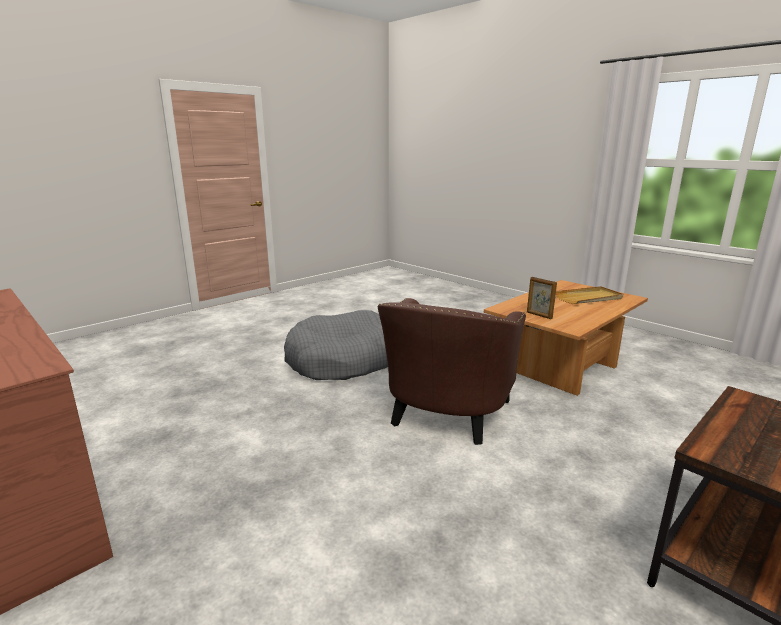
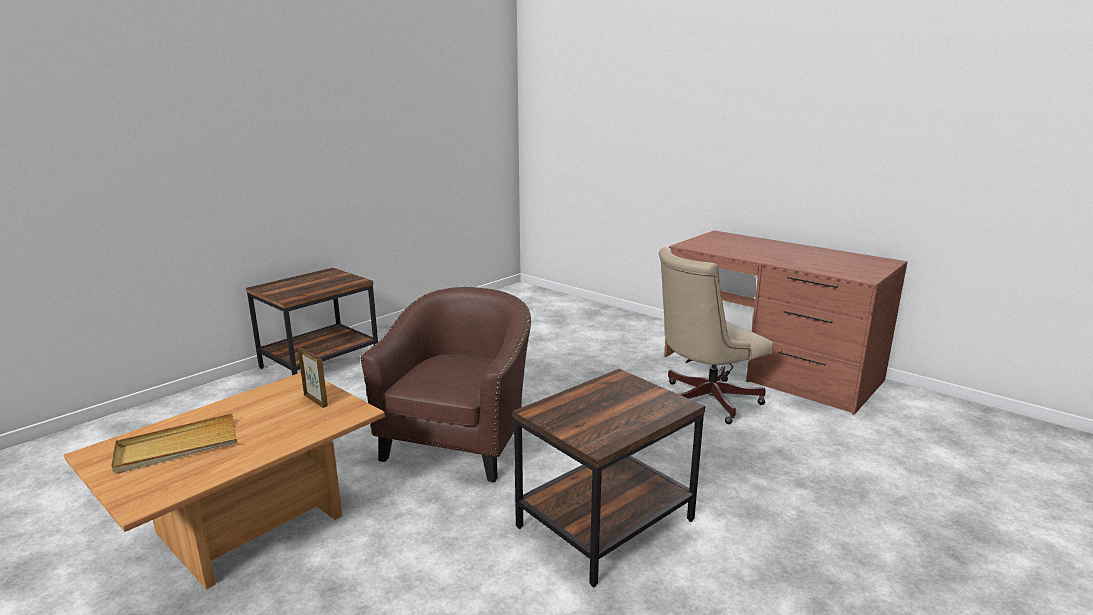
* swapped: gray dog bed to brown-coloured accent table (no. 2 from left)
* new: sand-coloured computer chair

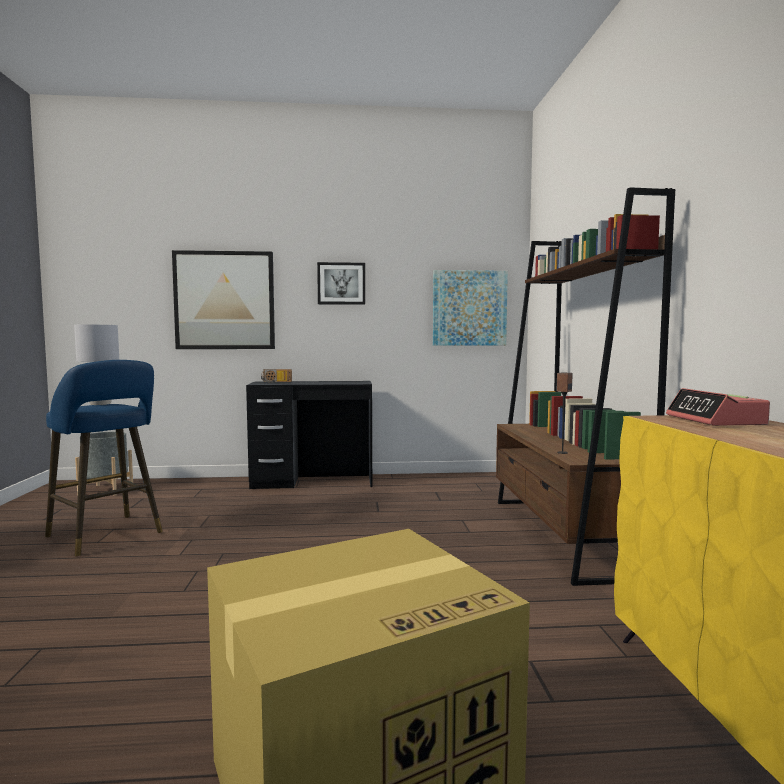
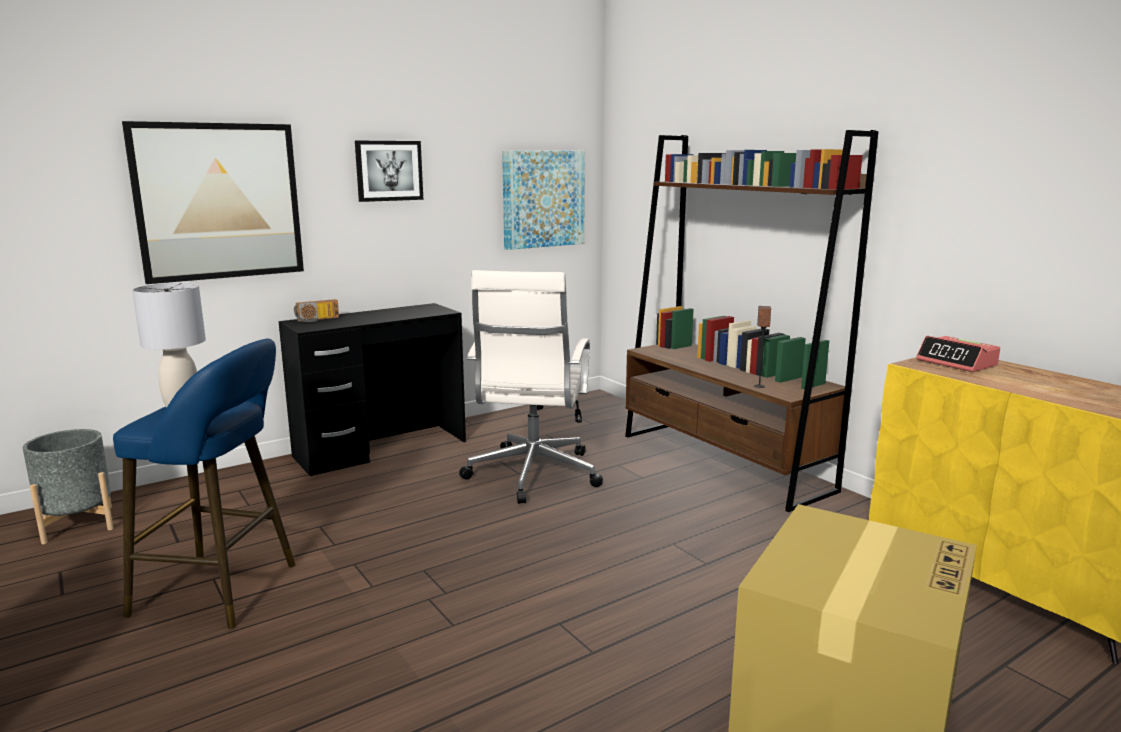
* new: white computer chair

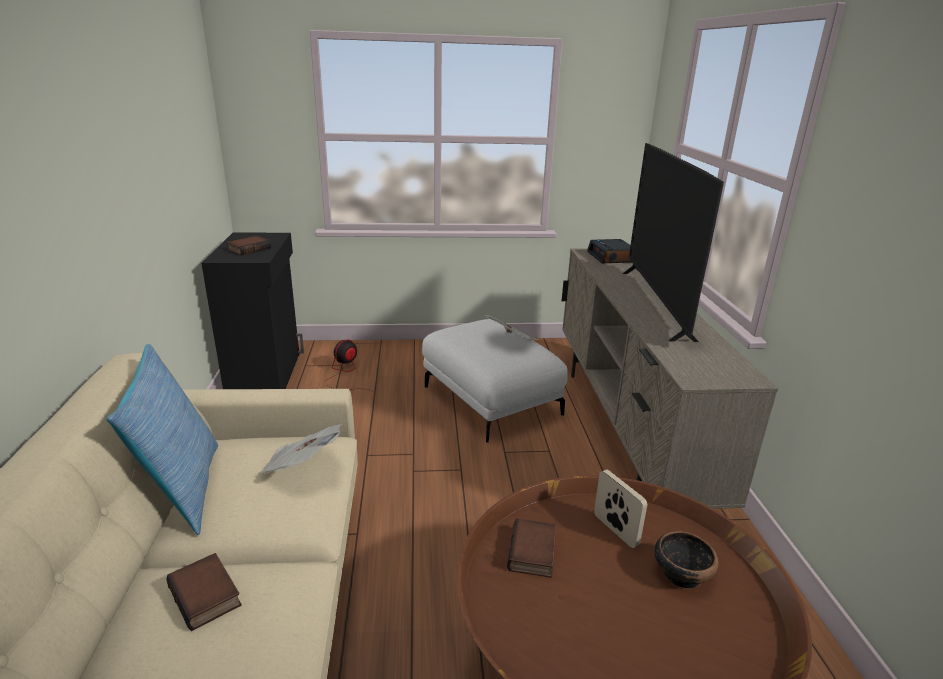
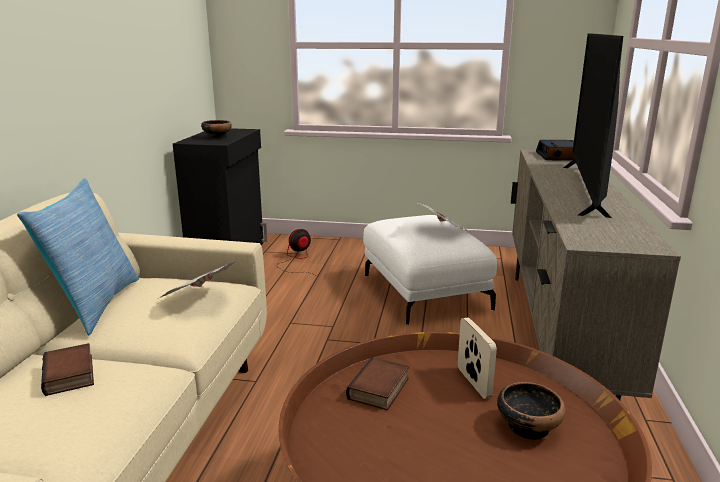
* swapped: volume (no. 2 from left) to deep dish (no. 1 from left)

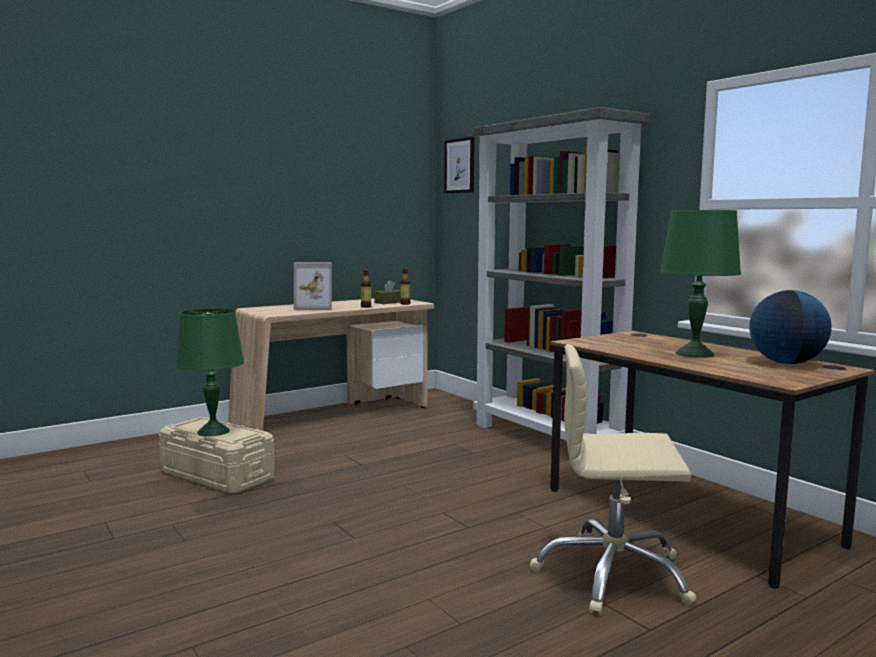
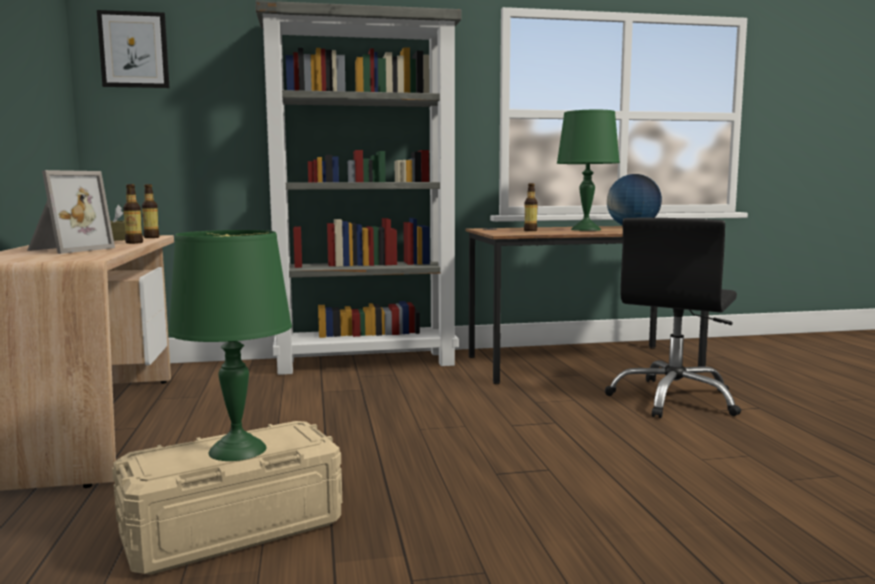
* new: drink bottle (no. 3 from left)
* repainted: sand-coloured computer chair to blackish computer chair

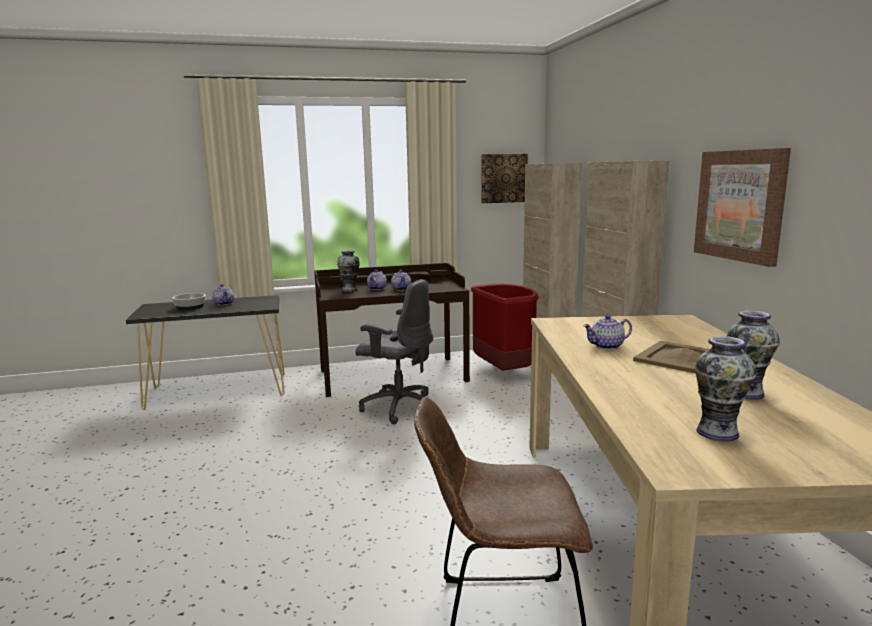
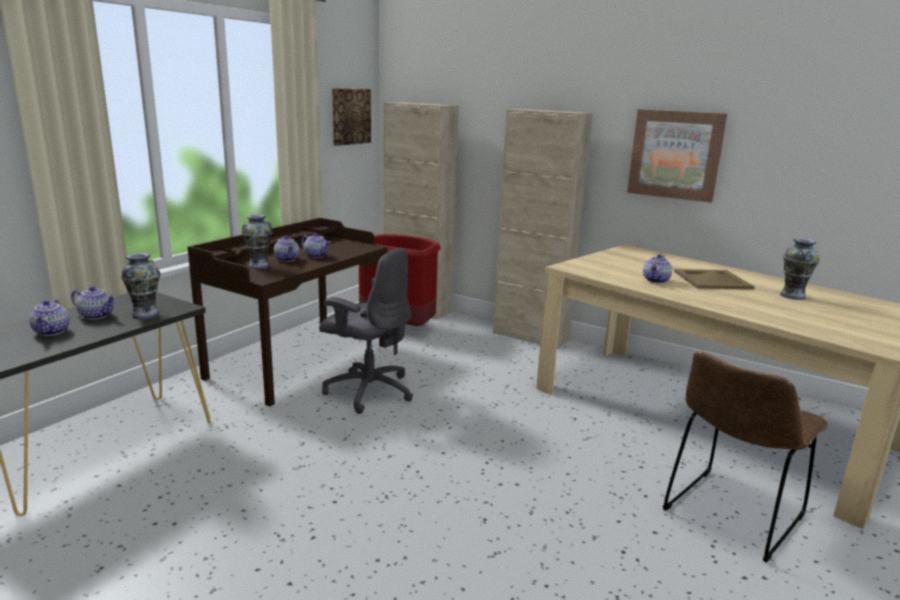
* swapped: deep dish to teapot (no. 1 from left)
* shifted: flower vase (no. 2 from left in the first image) to flower vase (no. 1 from left)
* rotated: gray computer chair 45 degrees clockwise

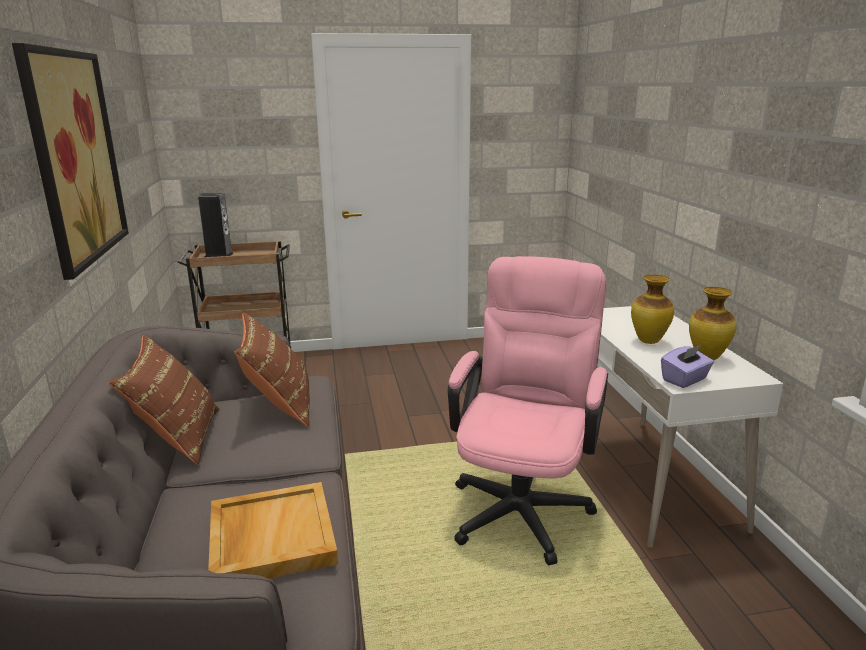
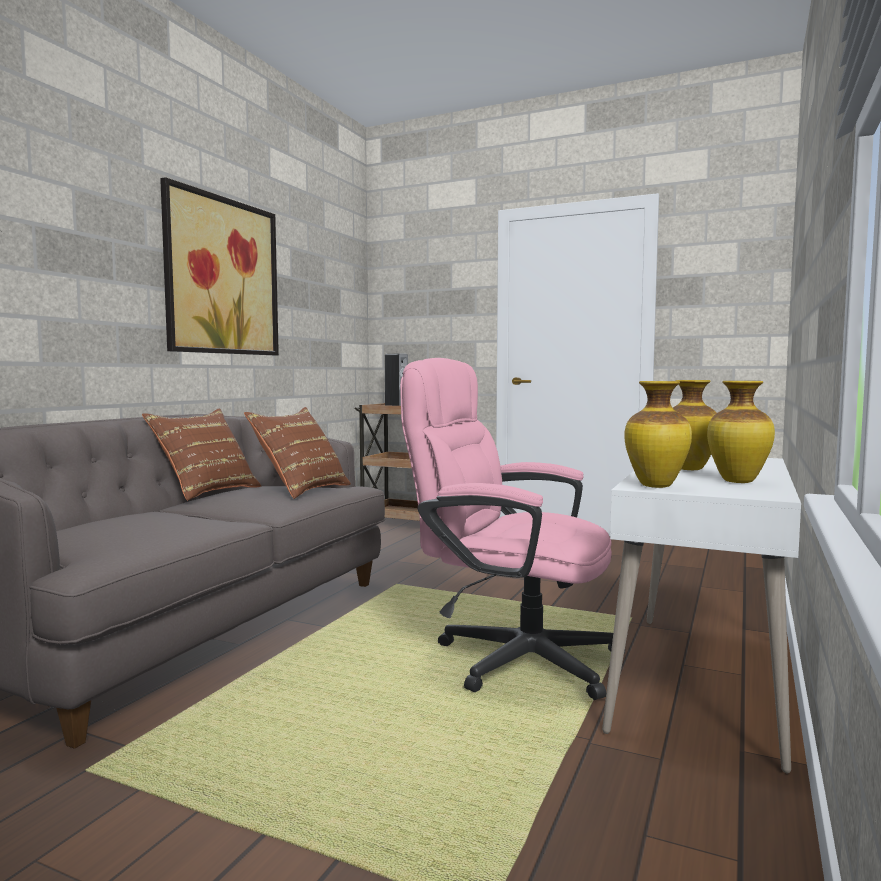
* rotated: pink-coloured computer chair 120 degrees counterclockwise
* swapped: purple box of tissues to flower vase (no. 1 from left)
* gone: sand-coloured tray

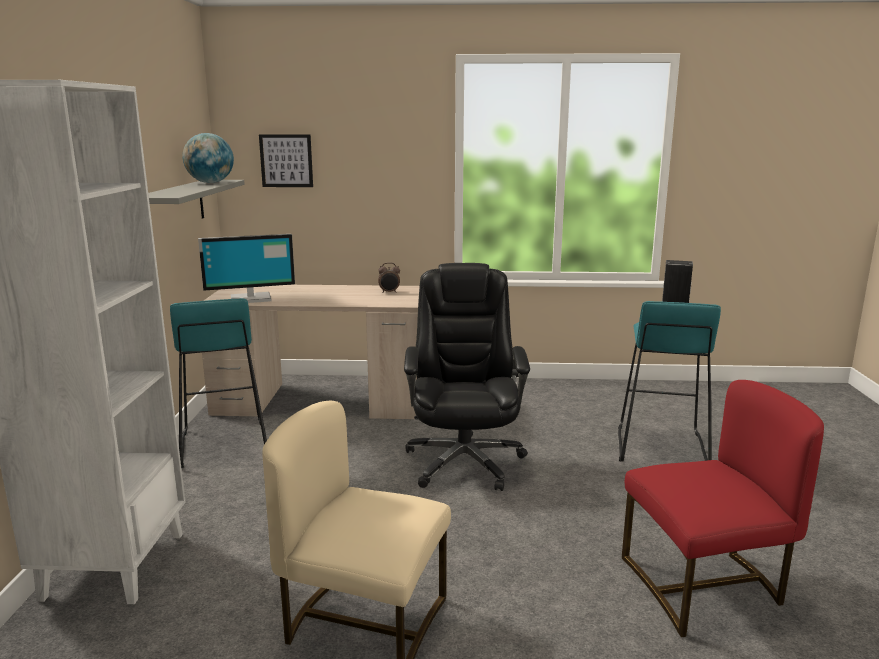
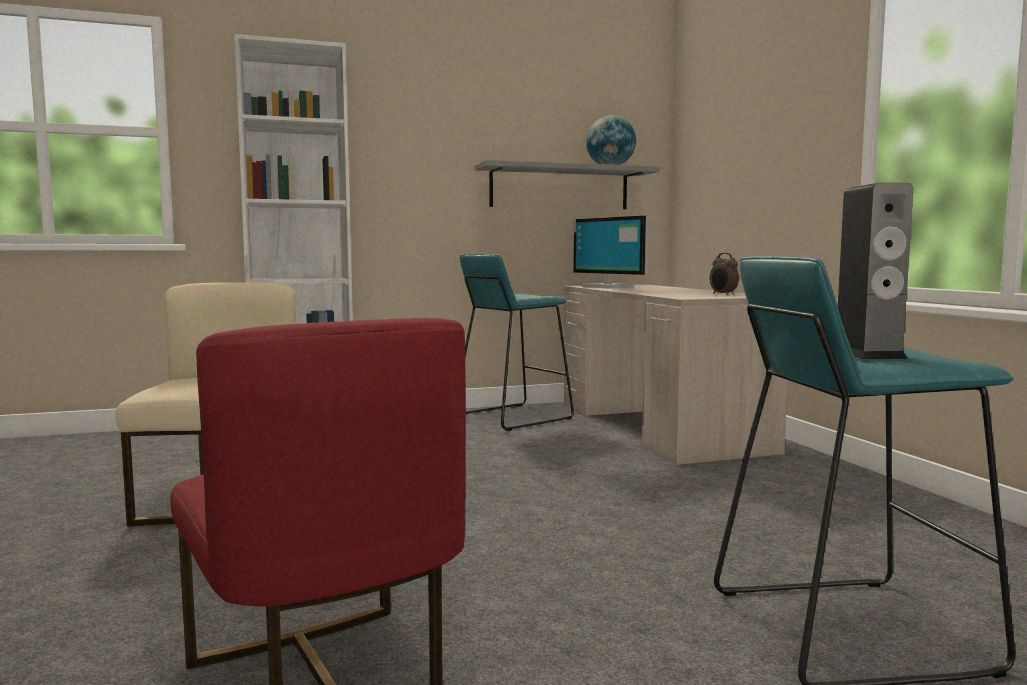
* gone: wall art
* gone: blackish computer chair

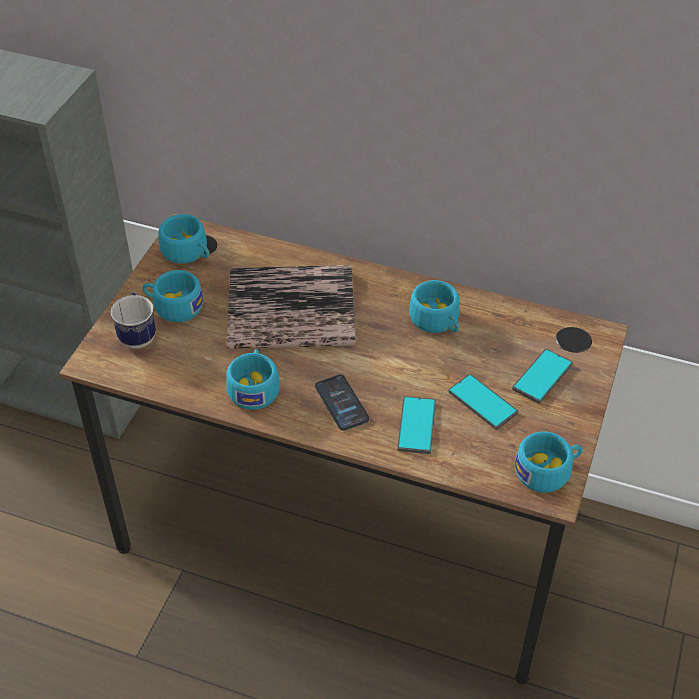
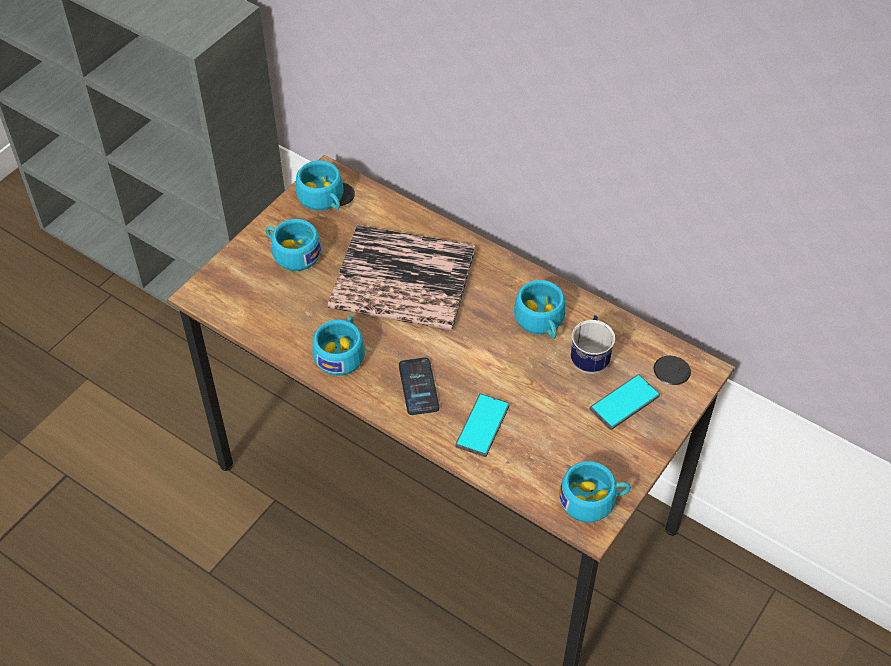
* shifted: tea mug
* gone: telephone (no. 3 from left)

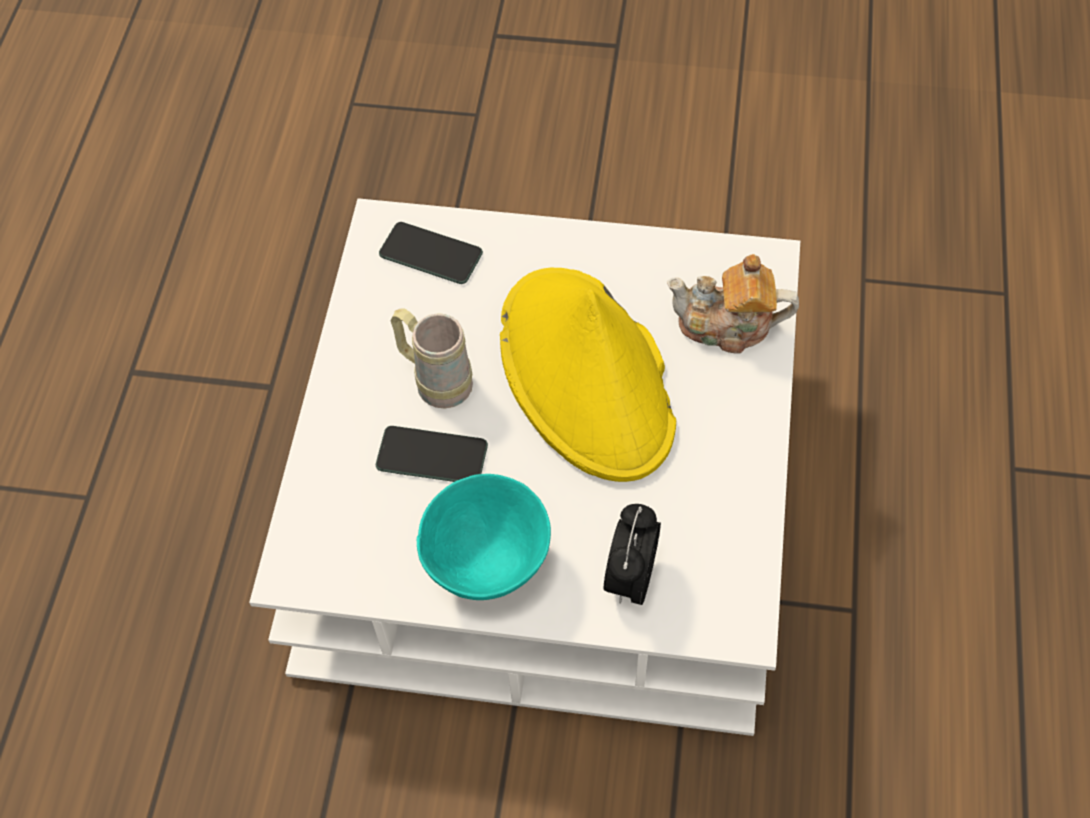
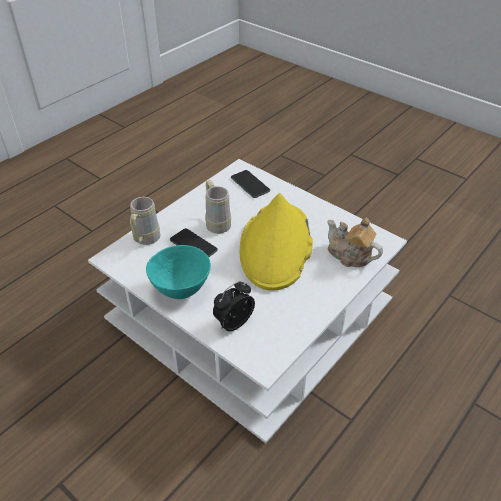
* new: sand-coloured tea mug (no. 1 from left)

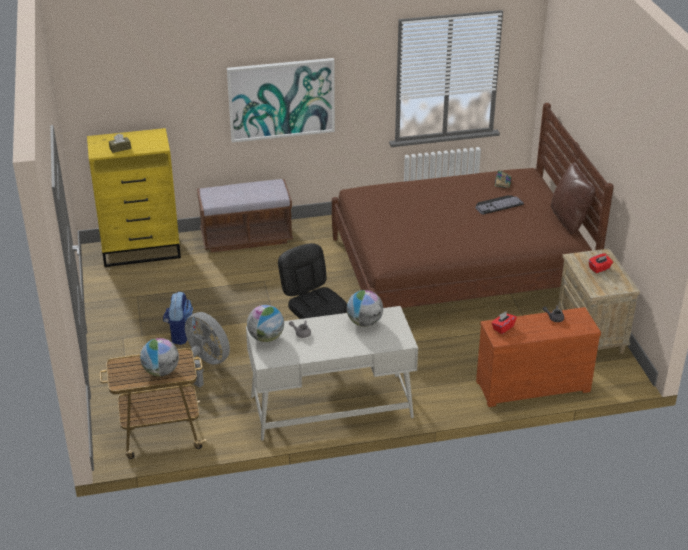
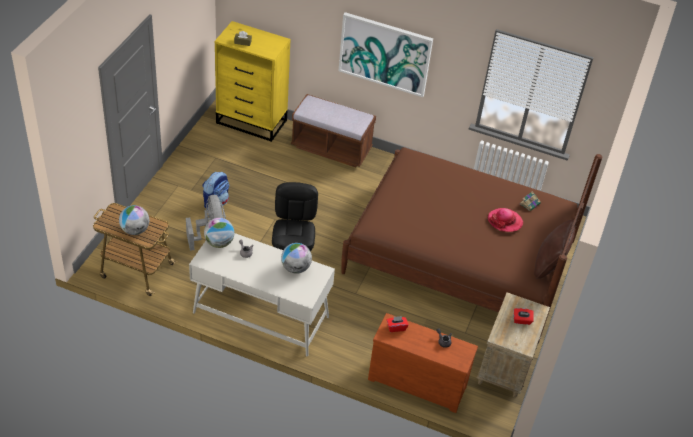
* swapped: keyboard to hat

